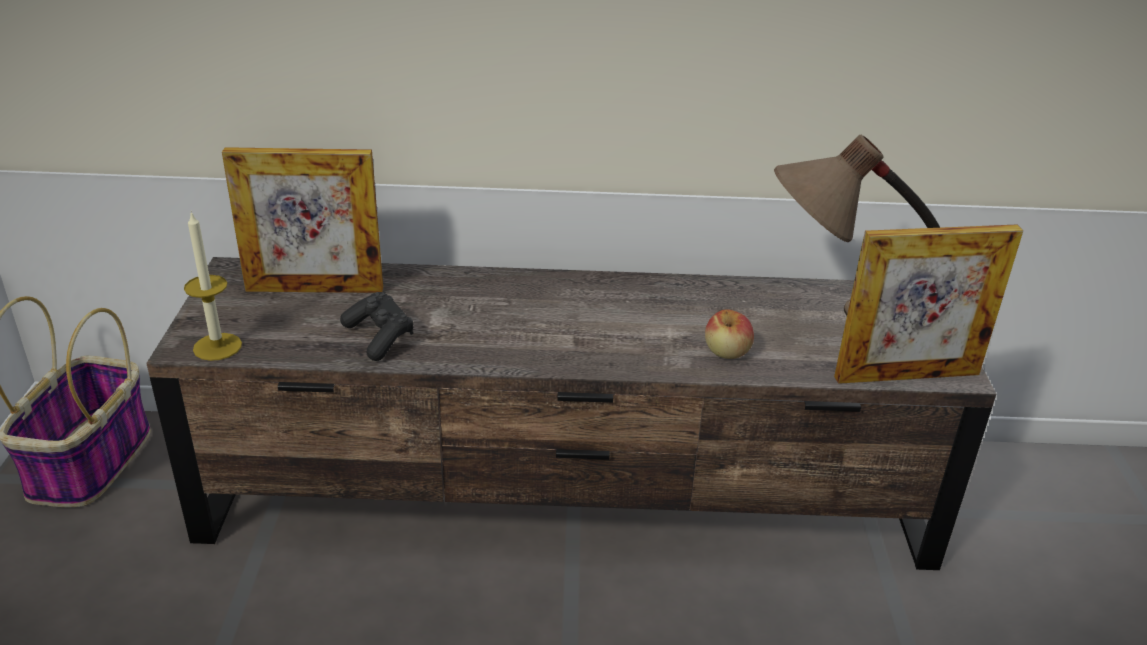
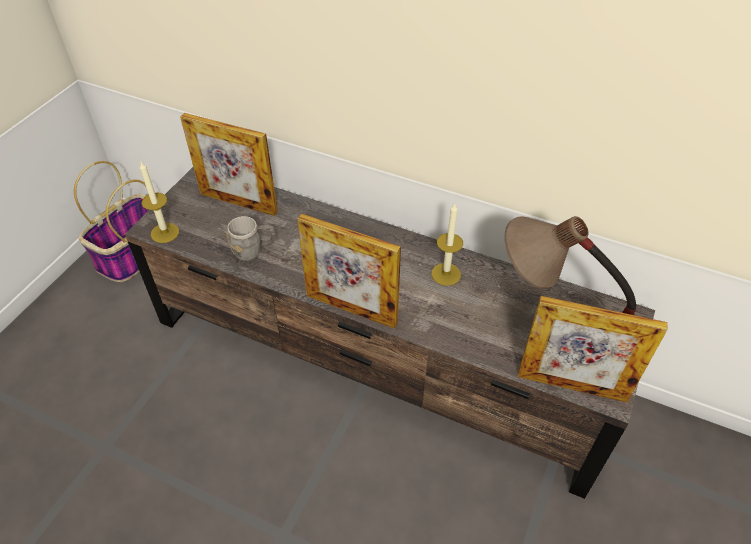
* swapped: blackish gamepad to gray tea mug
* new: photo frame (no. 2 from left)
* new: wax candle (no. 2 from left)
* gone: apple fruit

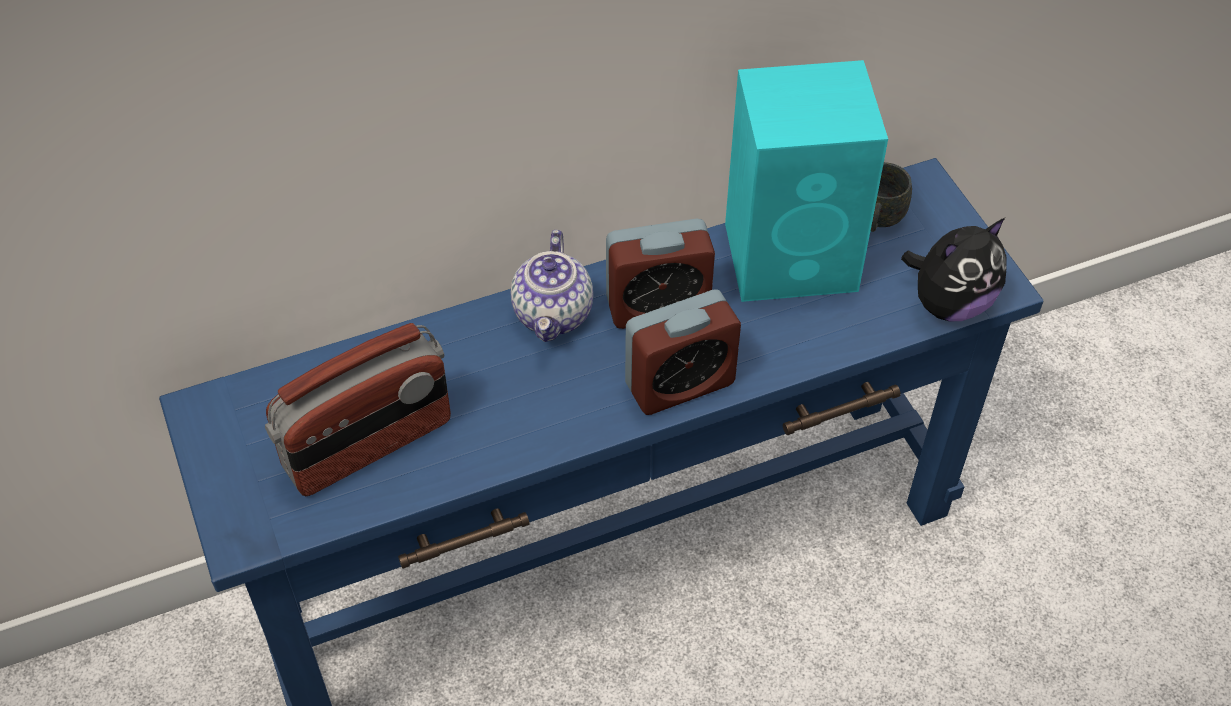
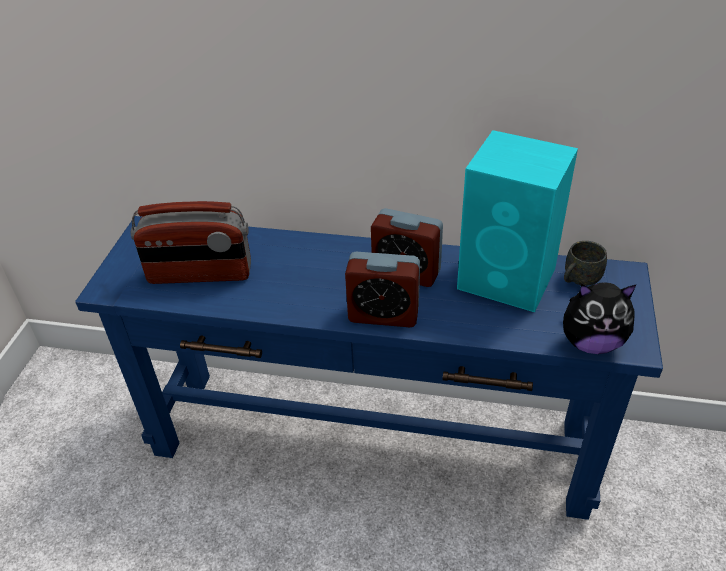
* gone: teapot

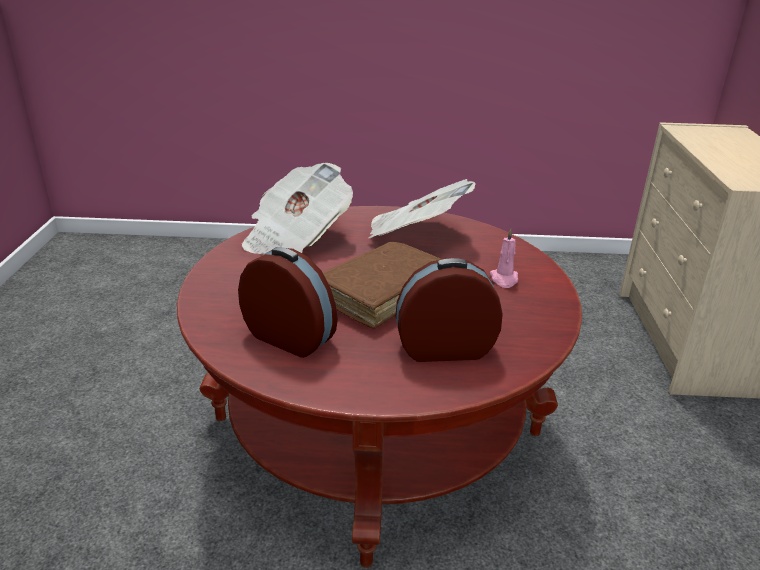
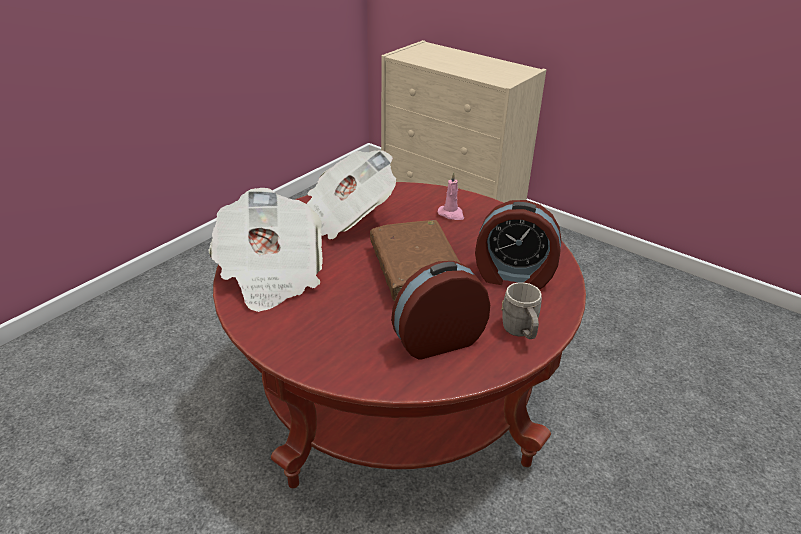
* rotated: alarm clock (no. 2 from left) 105 degrees counterclockwise
* new: gray tea mug

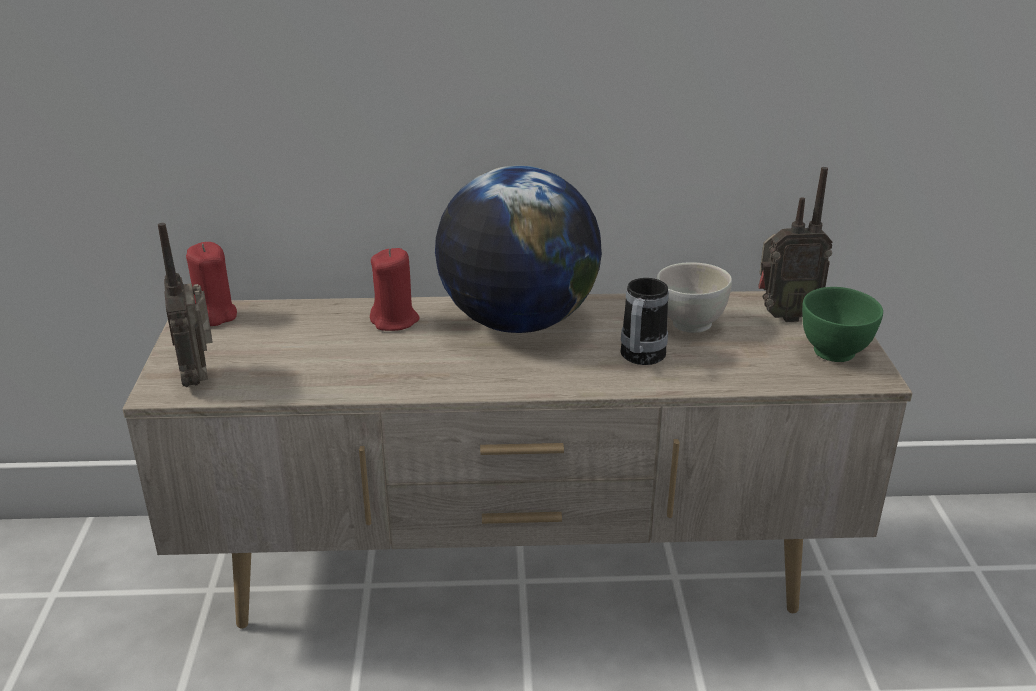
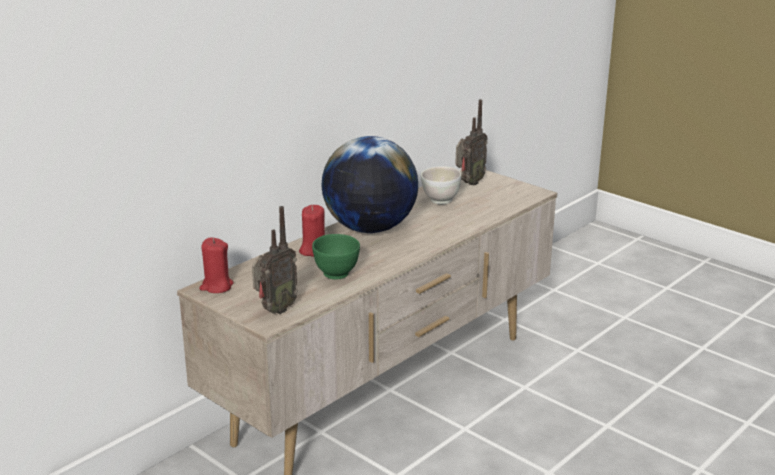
* rotated: radio receiver (no. 1 from left) 75 degrees counterclockwise
* shifted: greenish deep dish
* gone: tea mug

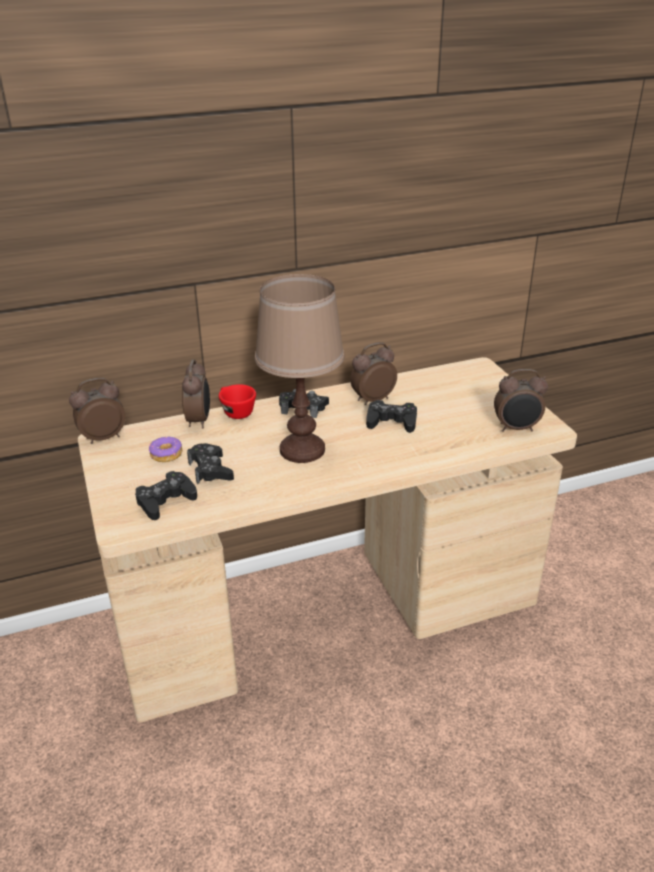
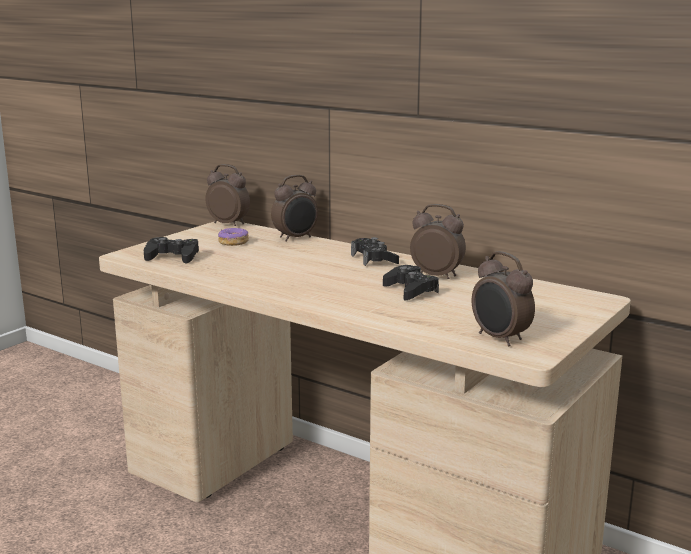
* gone: blackish gamepad (no. 2 from left)
* gone: red-coloured drinking cup
* gone: brown-coloured tabletop lamp

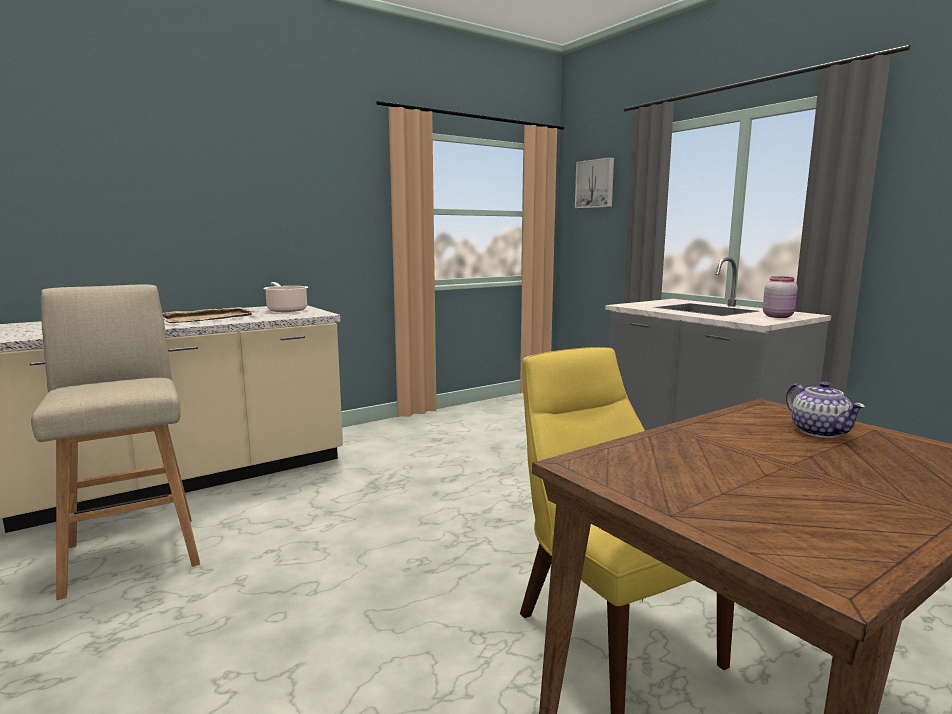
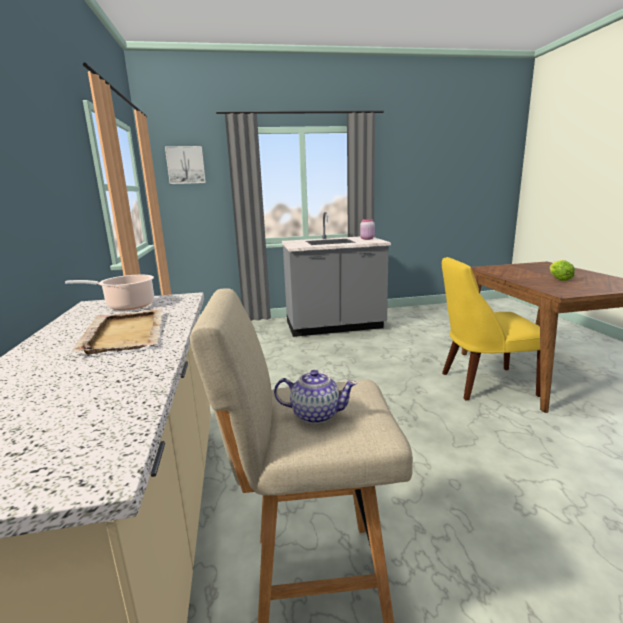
* shifted: teapot
* new: lettuce

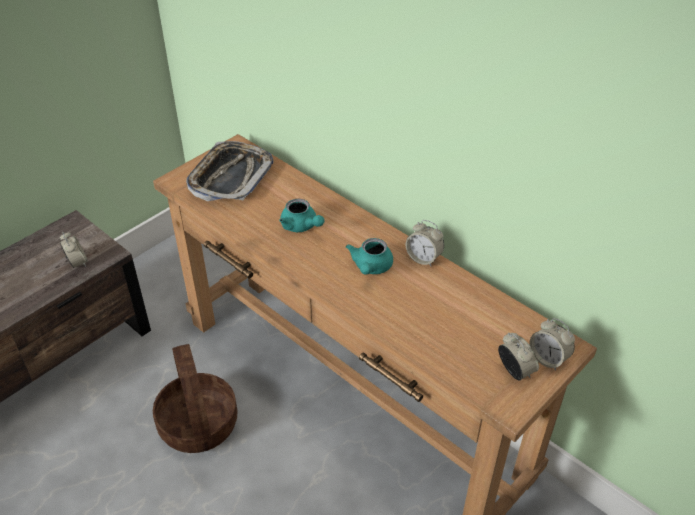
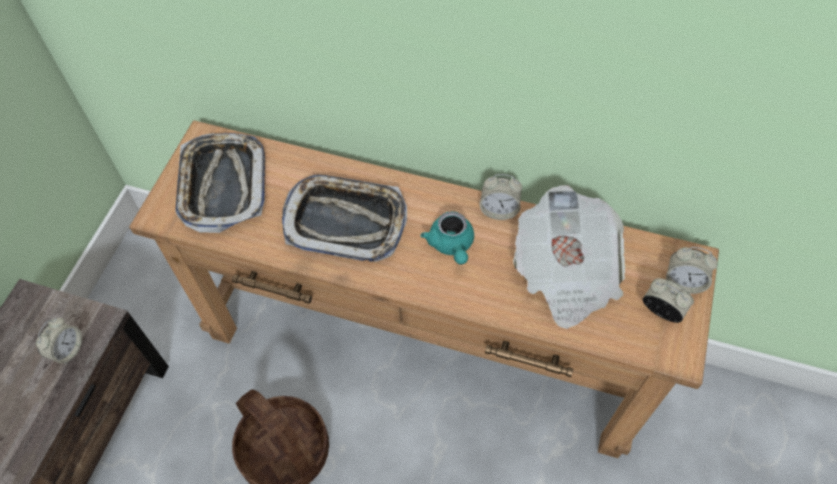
* rotated: alarm clock (no. 1 from left) 75 degrees clockwise
* swapped: turquoise-coloured teapot (no. 1 from left) to tray (no. 2 from left)
* new: newspaper

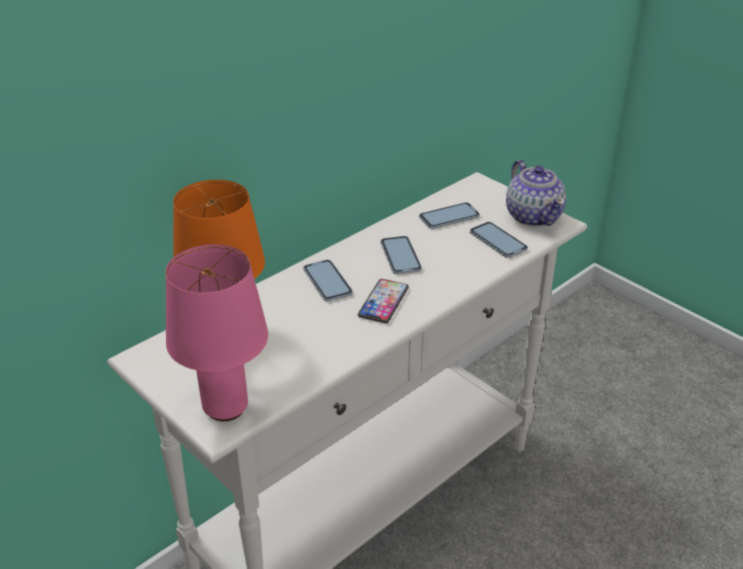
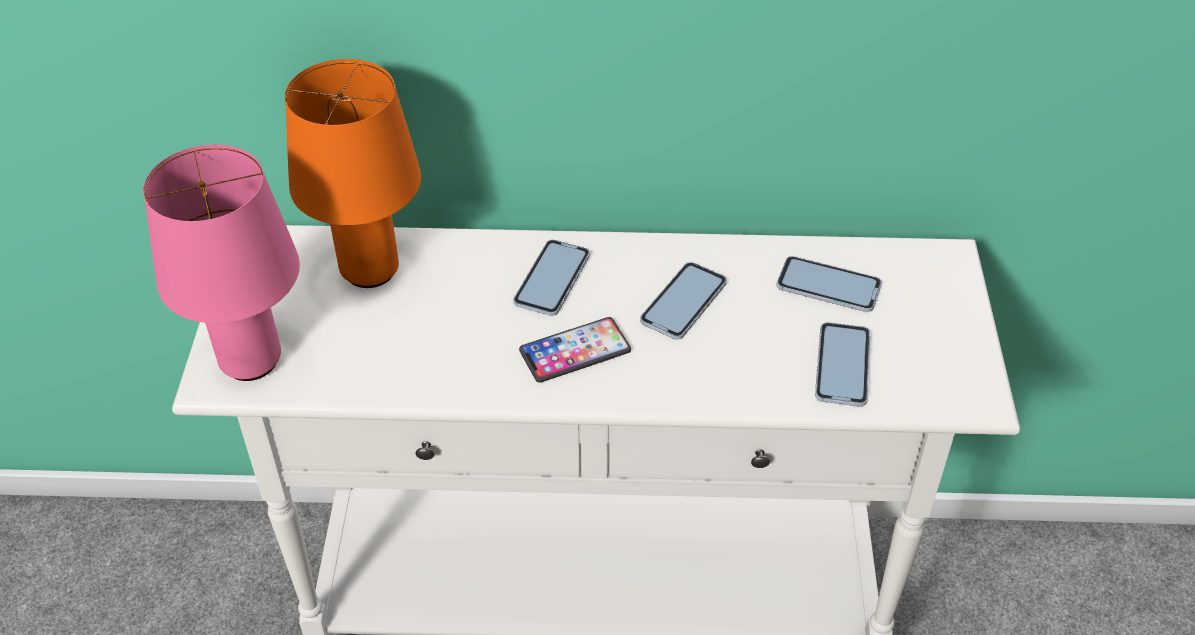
* gone: teapot

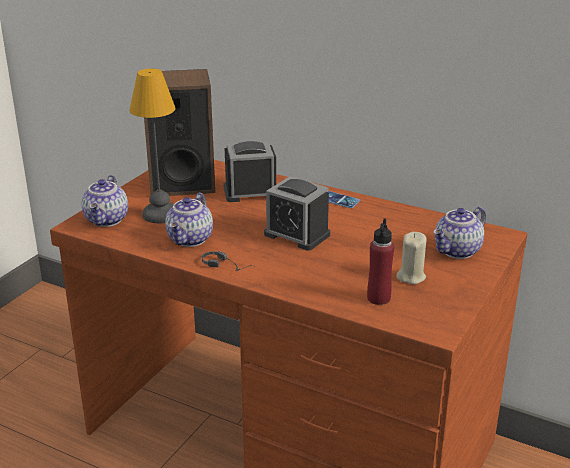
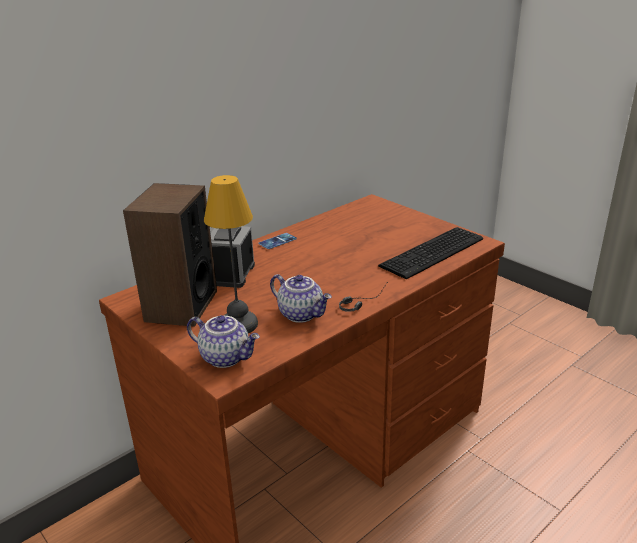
* swapped: red-coloured drink bottle to keyboard
* gone: alarm clock (no. 2 from left)
* gone: sand-coloured wax candle
* gone: teapot (no. 3 from left)

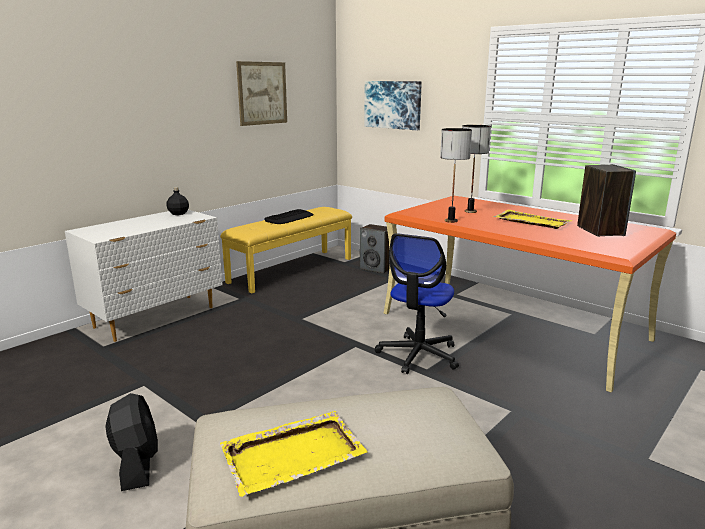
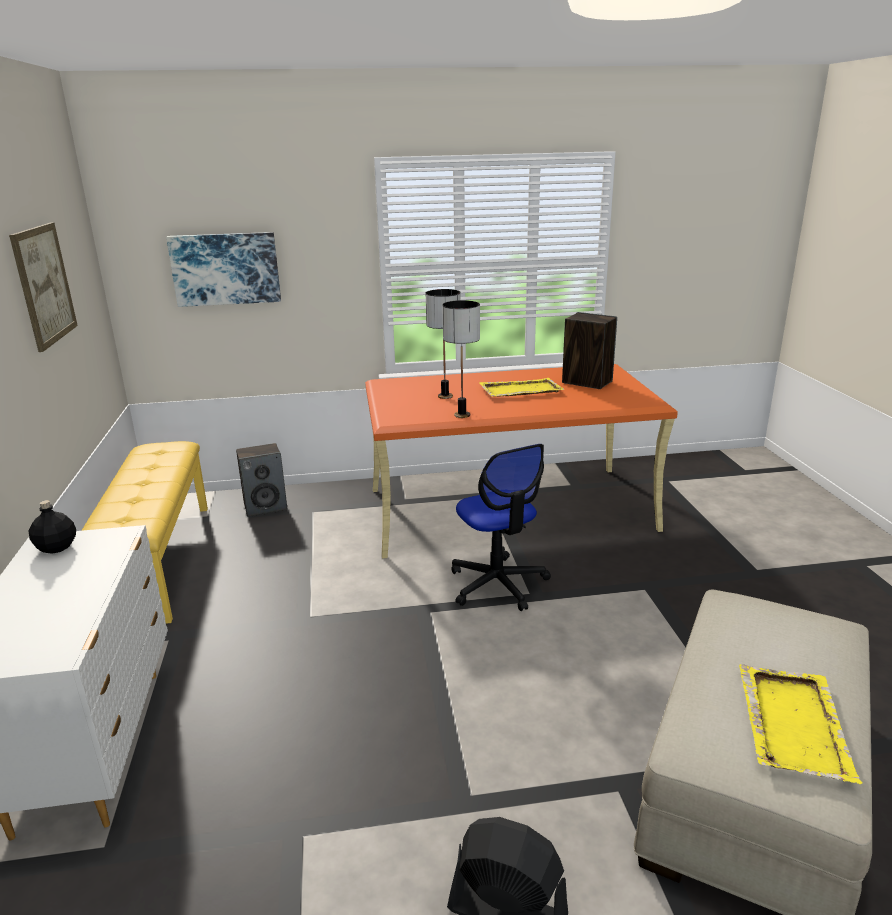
* gone: keyboard

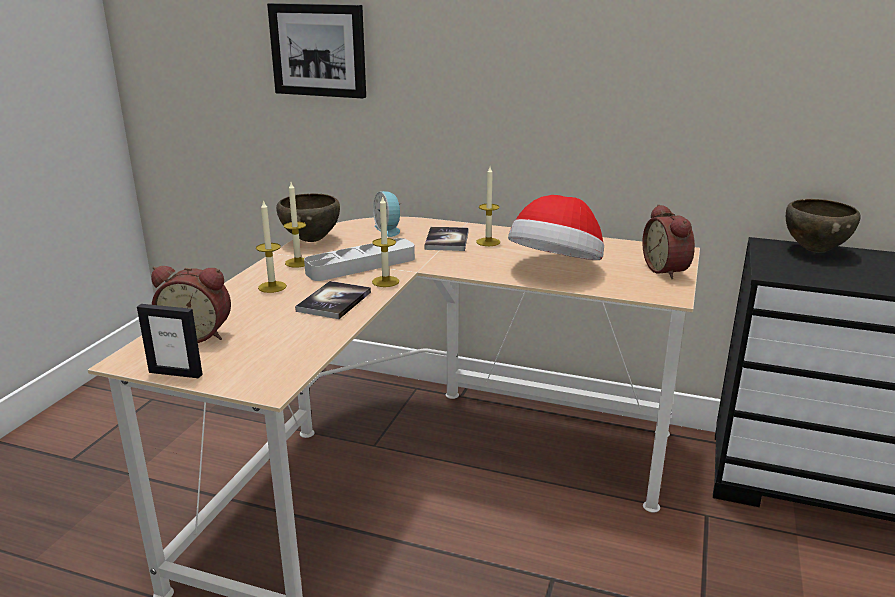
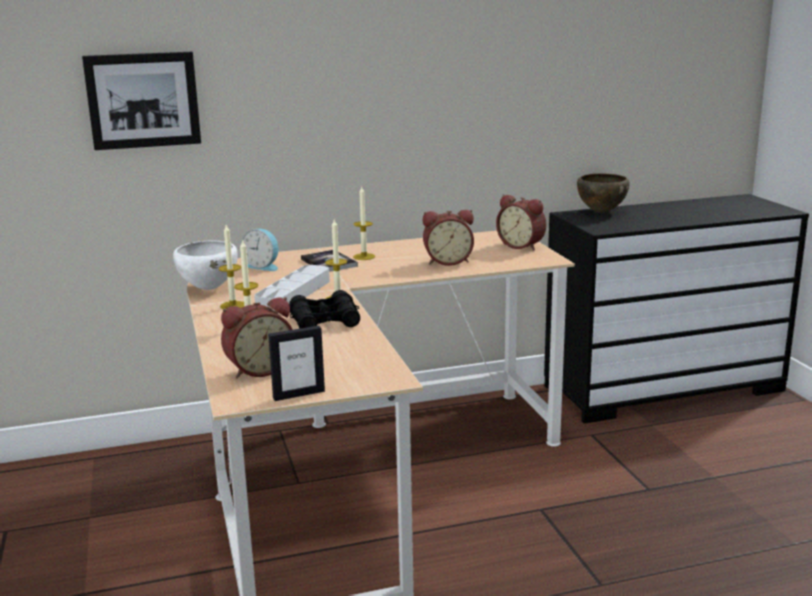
* repainted: brown-coloured deep dish (no. 1 from left) to white deep dish
* swapped: volume (no. 1 from left) to blackish binoculars
* swapped: hat to alarm clock (no. 3 from left)

